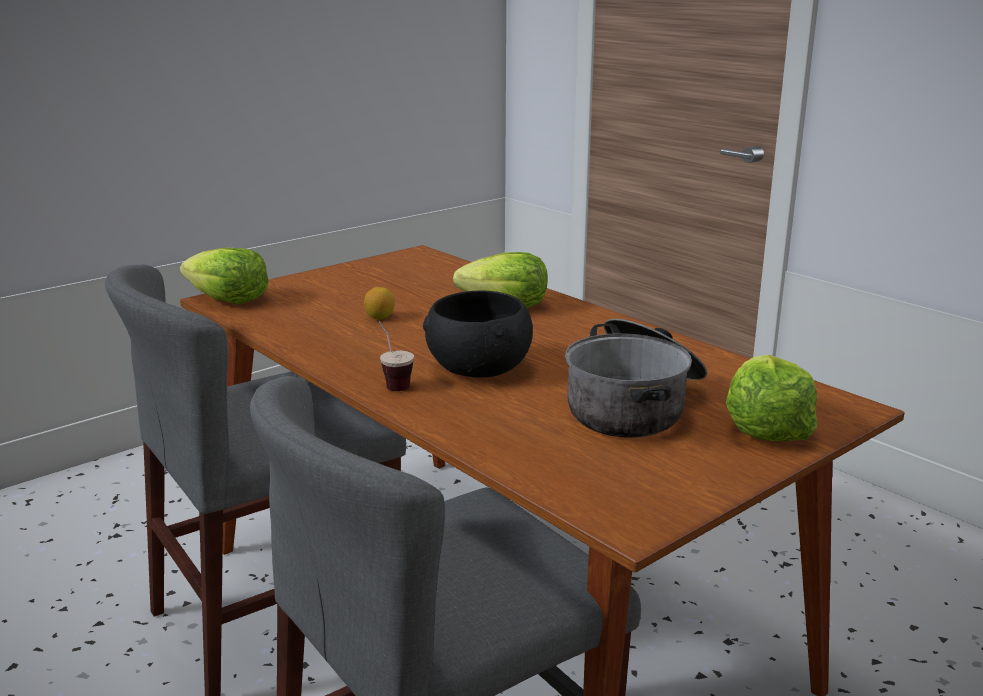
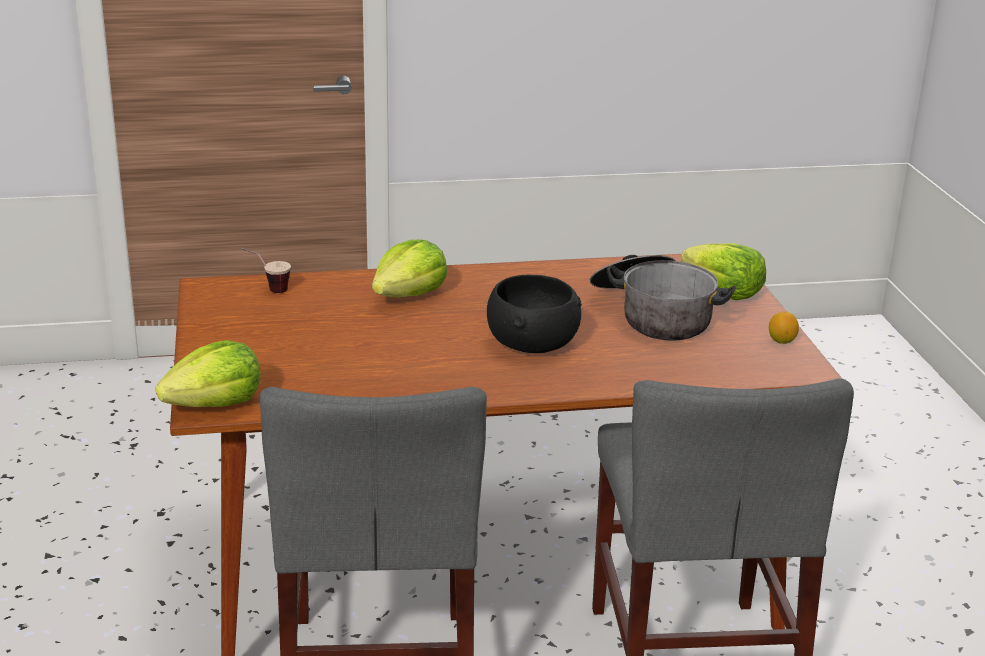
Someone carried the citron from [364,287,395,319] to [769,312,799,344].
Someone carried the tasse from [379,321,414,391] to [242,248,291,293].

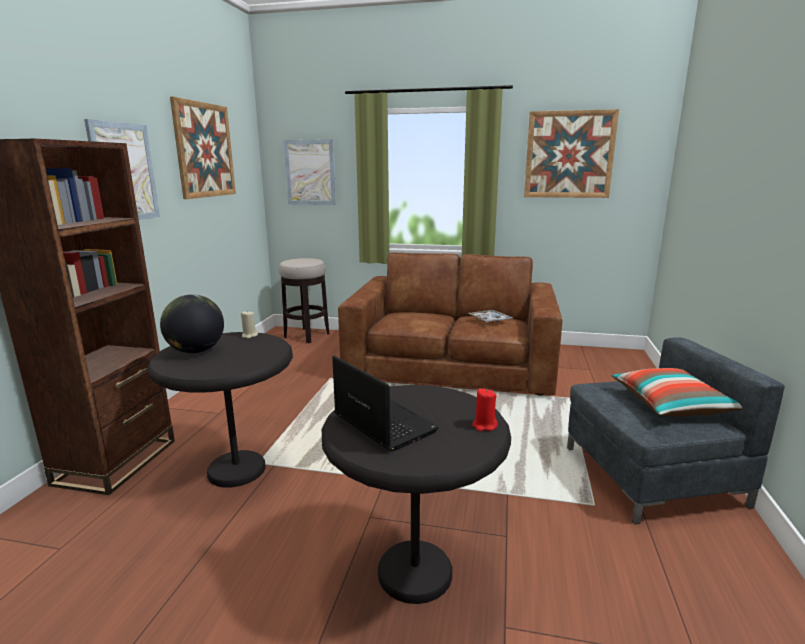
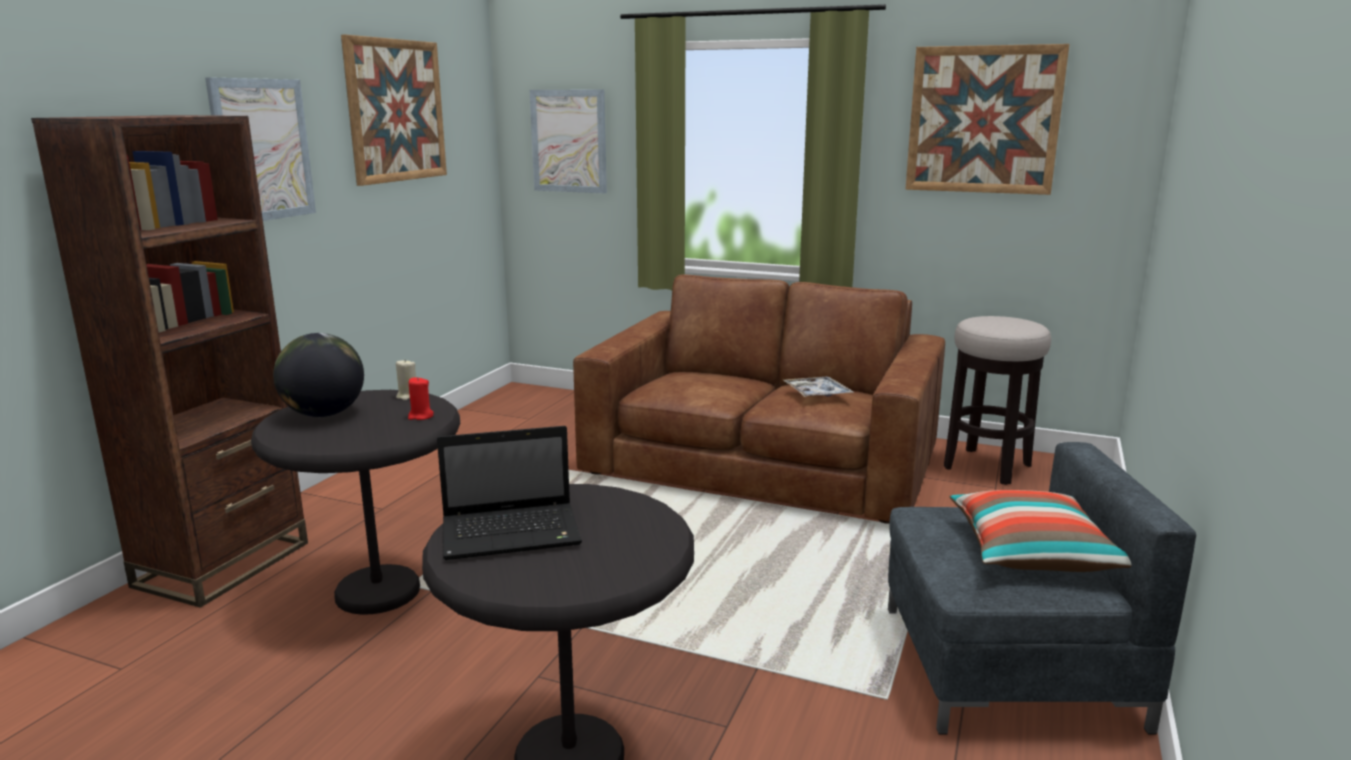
Someone carried the tabouret from [279,258,329,343] to [944,316,1051,485].
Someone rotated the ordinateur portable at [332,356,439,451] by 105 degrees clockwise.
Someone carried the bougie [rouge] from [472,389,498,431] to [408,377,434,420].

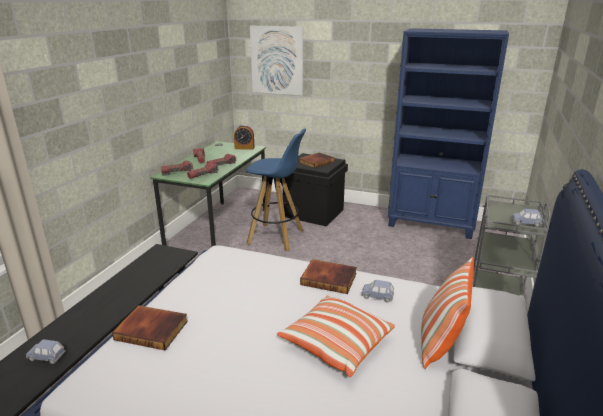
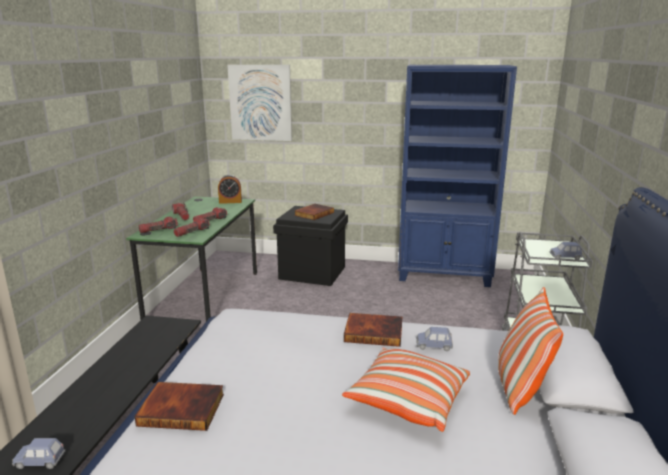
Someone took away the tabouret [bleu] at [246,128,306,251].

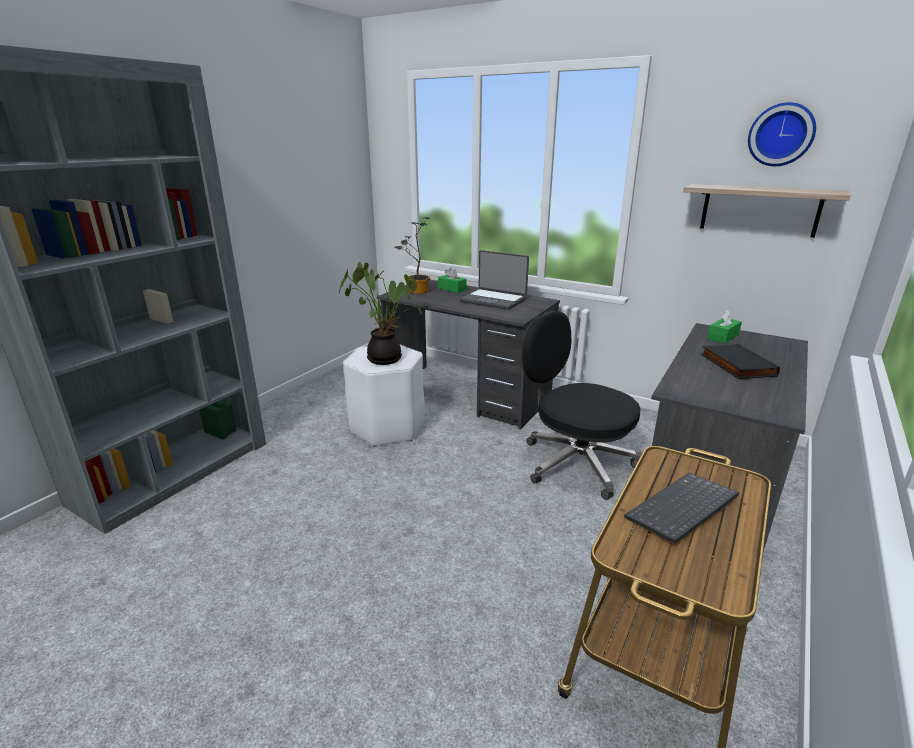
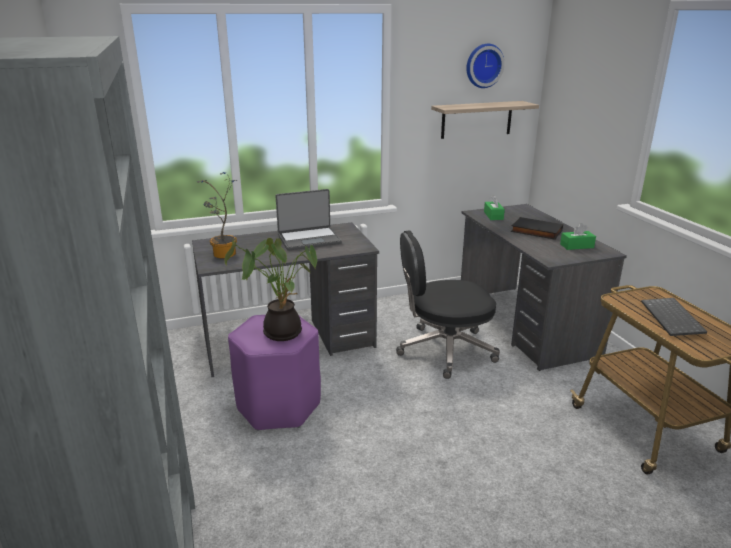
Someone repainted the tabouret [blanc] at [343,344,425,447], which became the tabouret [violet] at [228,315,321,431].
Someone carried the boîte à mouchoirs [vert] from [438,267,467,293] to [560,223,596,250].

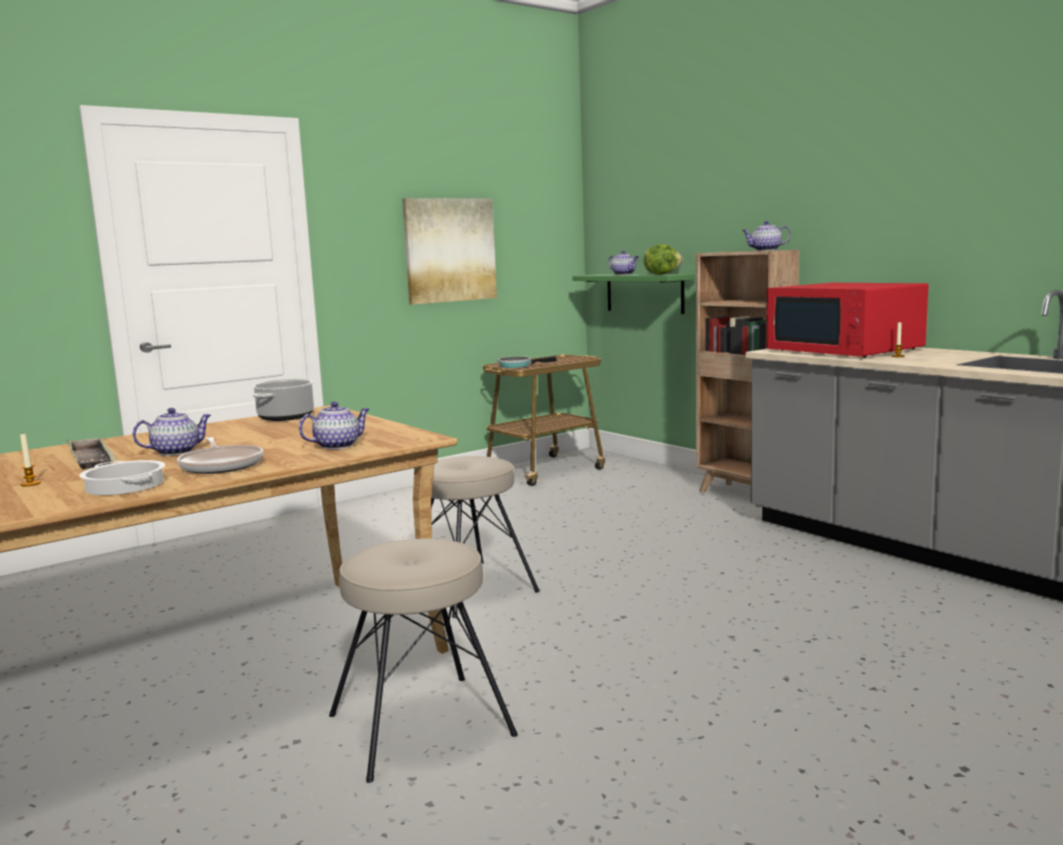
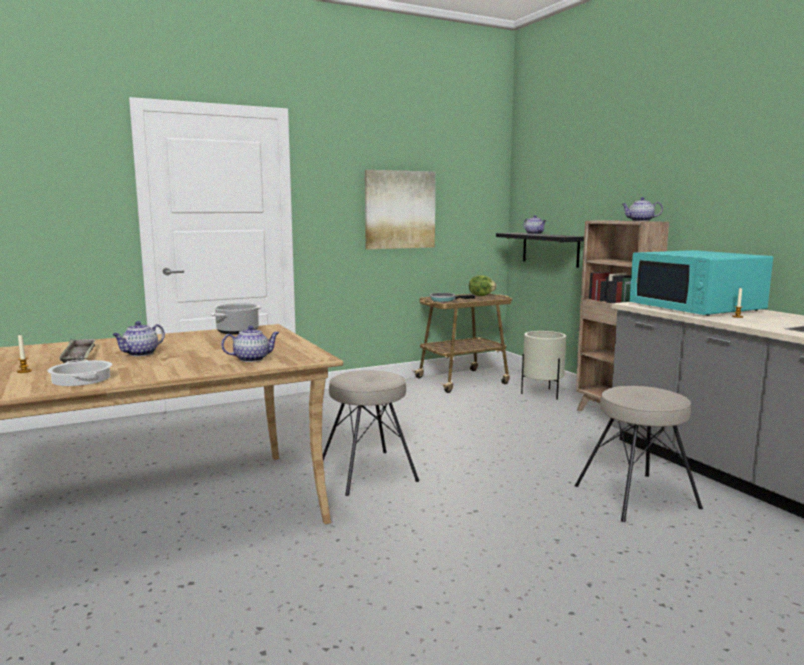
Someone rotated the théière at [133,408,211,456] by 150 degrees clockwise.
Someone took away the poêle at [177,437,263,474].
Someone carried the tabouret [beige] from [329,539,518,783] to [575,386,703,522].
Someone repainted the étagère [vert] at [572,274,695,314], which became the étagère [noir] at [496,233,584,268].
Someone carried the laitue from [643,244,683,275] to [469,275,497,296].
Someone repainted the micro-ondes [rouge] at [766,283,929,358], which became the micro-ondes [turquoise] at [630,250,773,316].
Someone put down the cache-pot [beige] at [521,331,566,400].

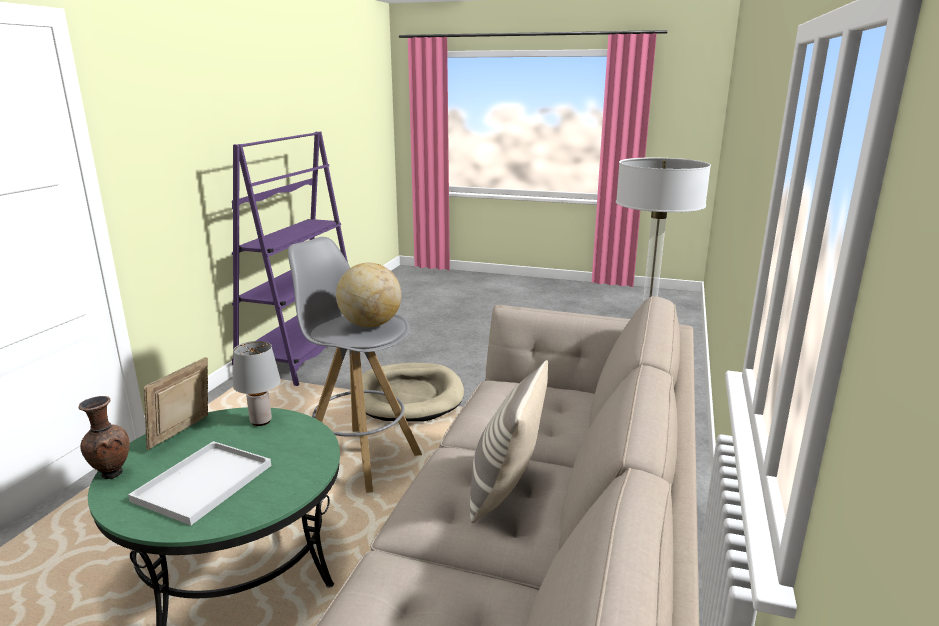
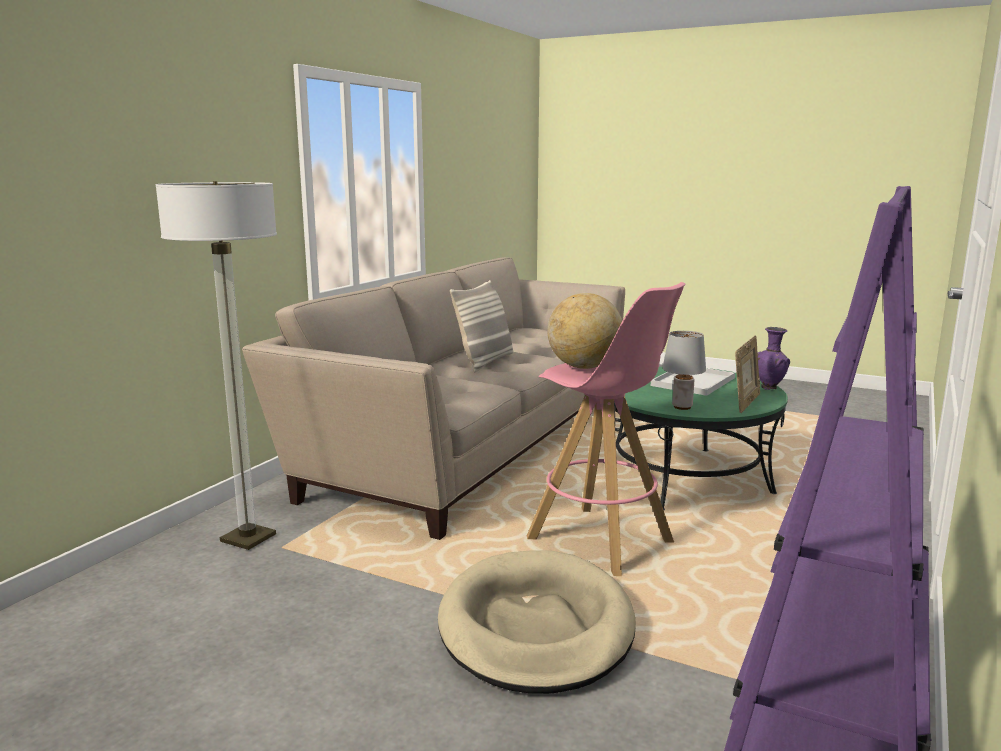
Someone repainted the vase [marron] at [78,396,130,479], which became the vase [violet] at [758,327,790,390].
Someone repainted the tabouret [gris] at [288,237,422,493], which became the tabouret [rose] at [527,282,686,576].

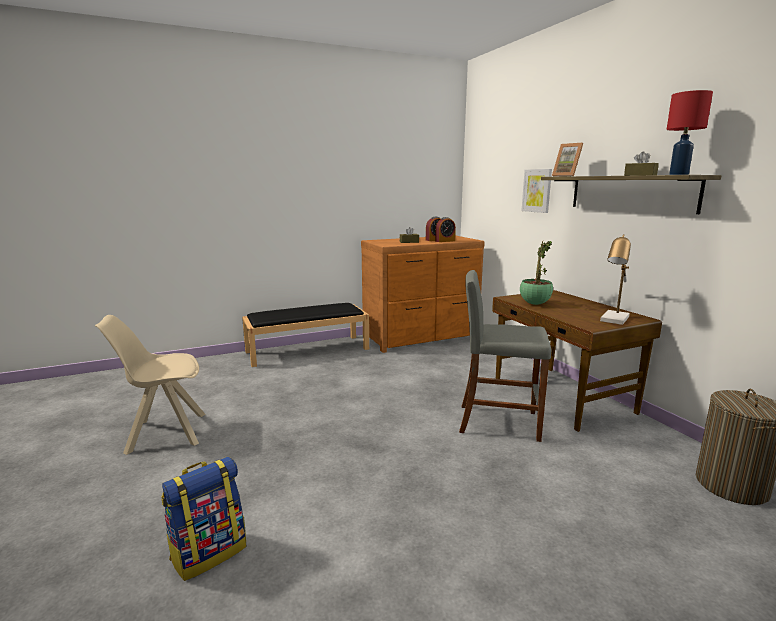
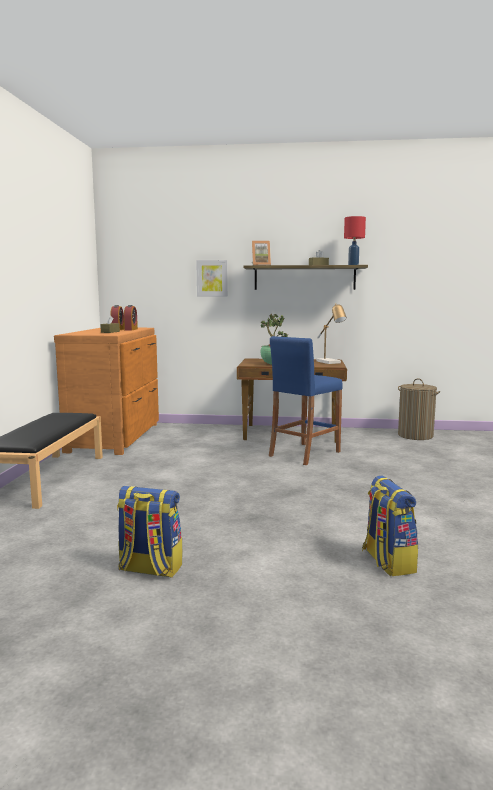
Someone swapped the chaise [beige] at [95,315,206,455] for the sac à dos at [117,486,182,578].
Someone repainted the tabouret [gris] at [459,270,551,442], which became the tabouret [bleu] at [269,336,343,465].

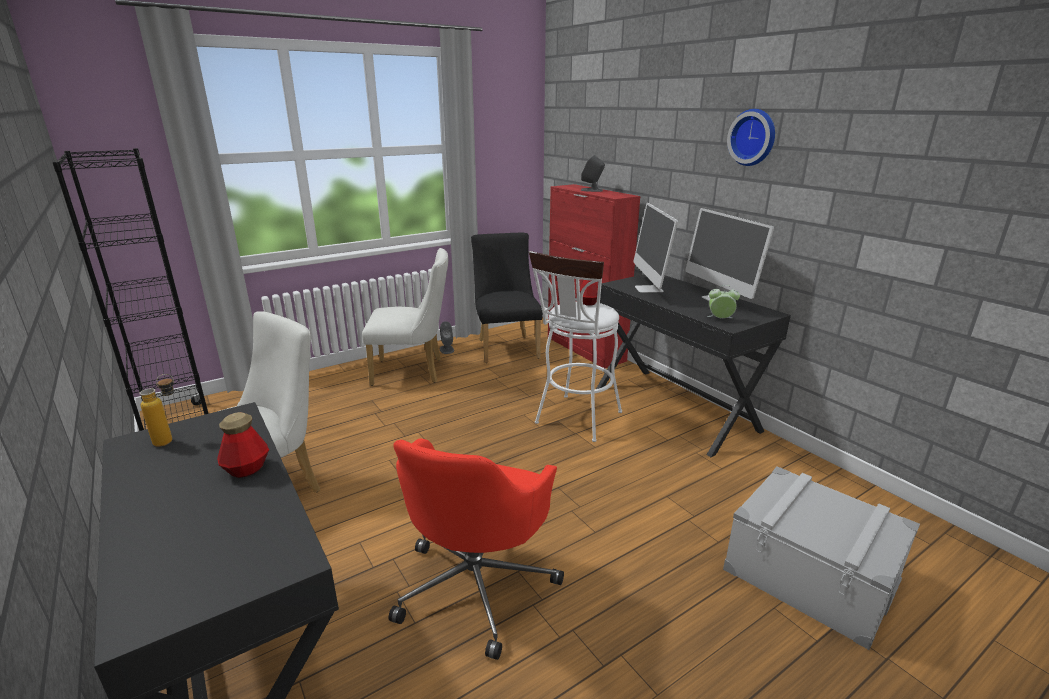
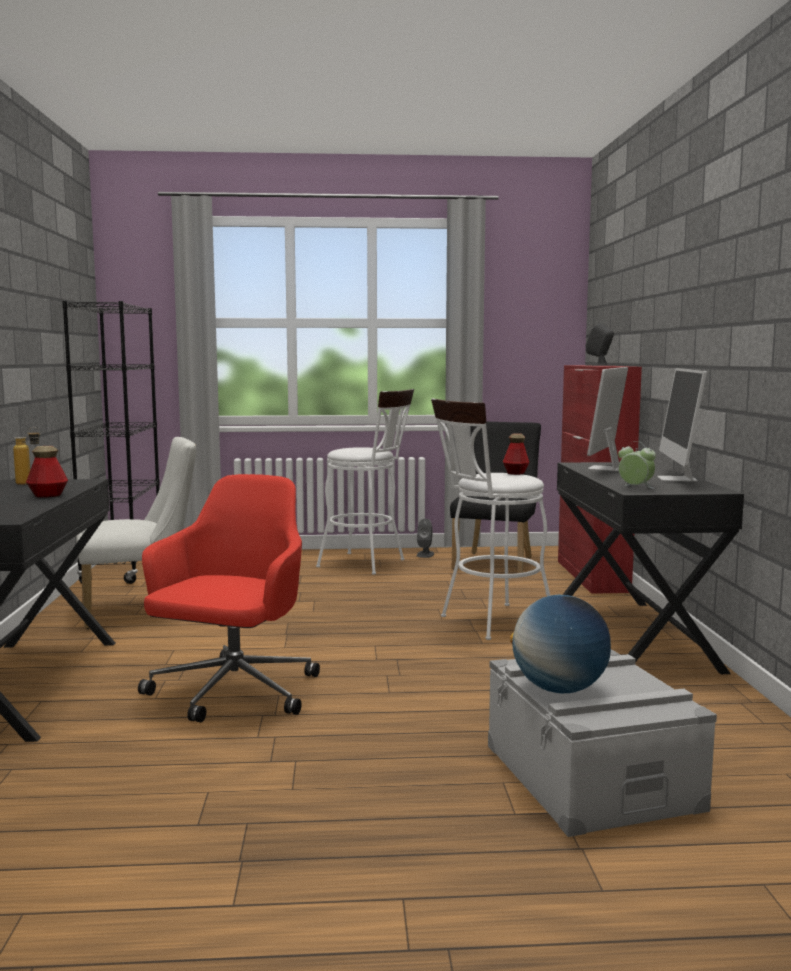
Someone swapped the chaise [blanc] at [362,248,448,386] for the tabouret [blanc] at [316,389,414,575].
Someone rotated the chaise de bureau [rouge] at [389,438,564,660] by 150 degrees clockwise.
Someone took away the horloge murale at [727,109,775,166].
Someone put down the globe at [510,595,611,693].

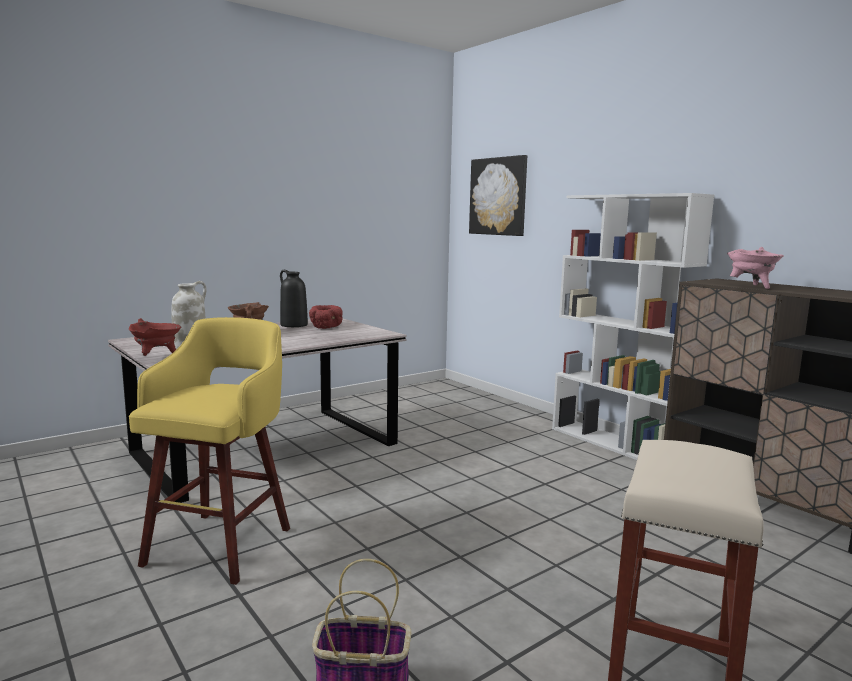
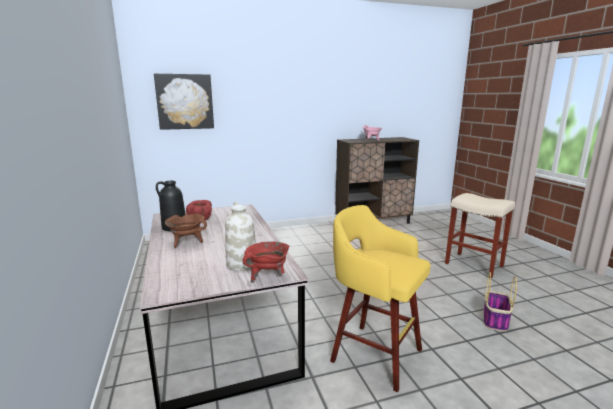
Someone took away the bibliothèque [blanc] at [552,193,714,460].

